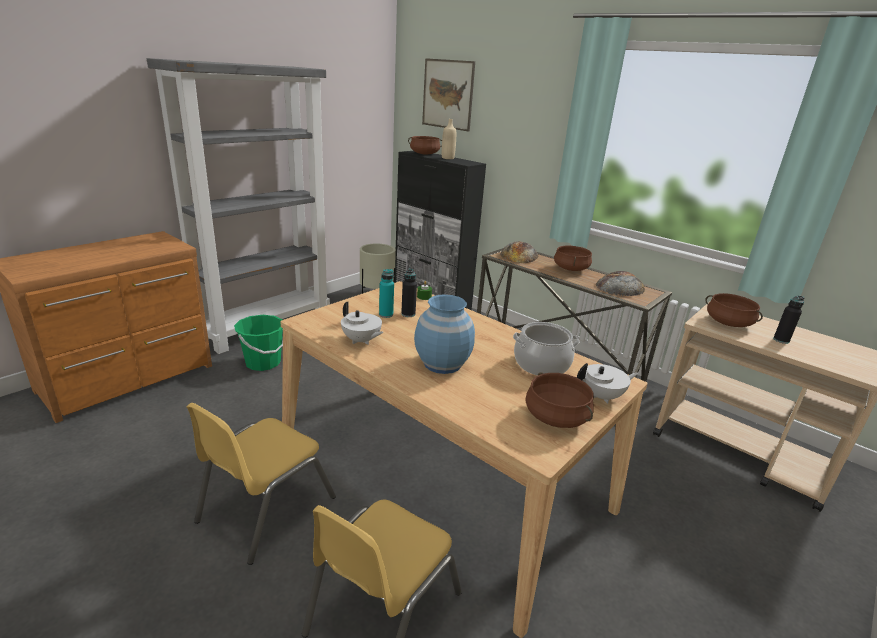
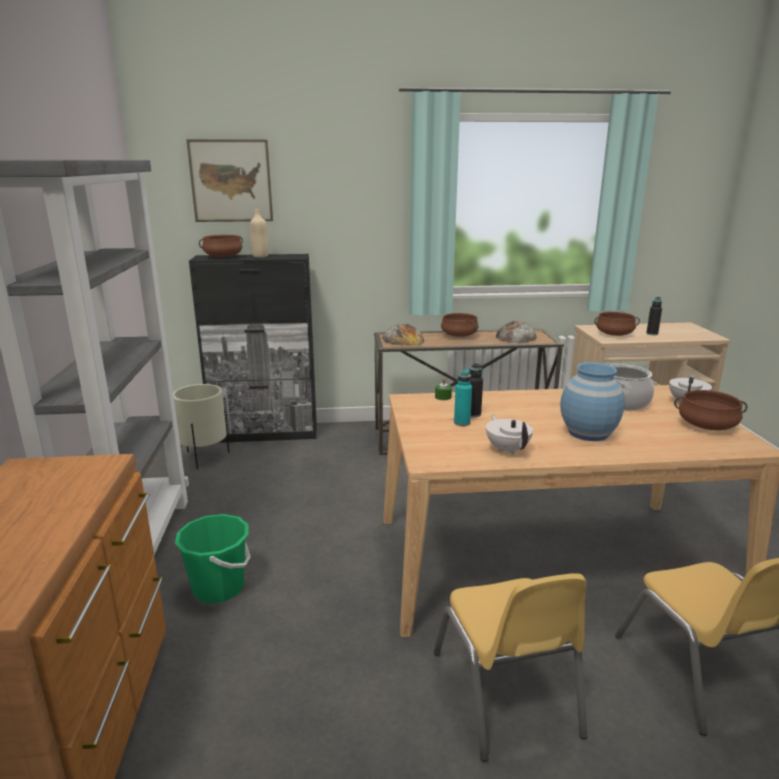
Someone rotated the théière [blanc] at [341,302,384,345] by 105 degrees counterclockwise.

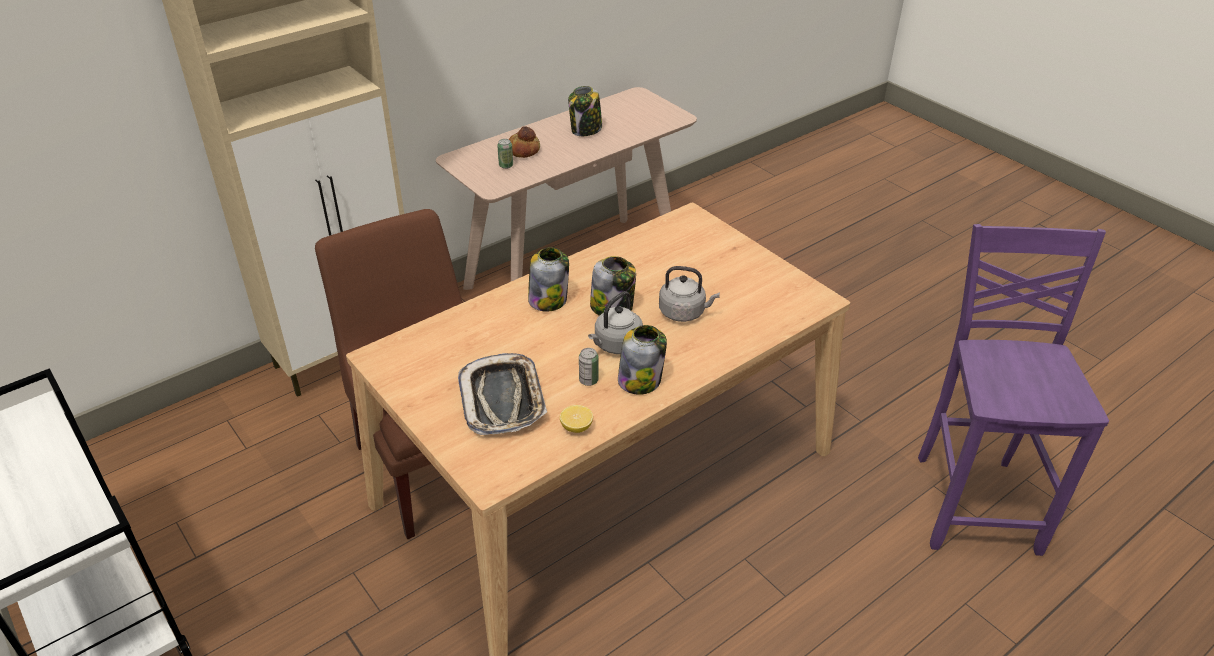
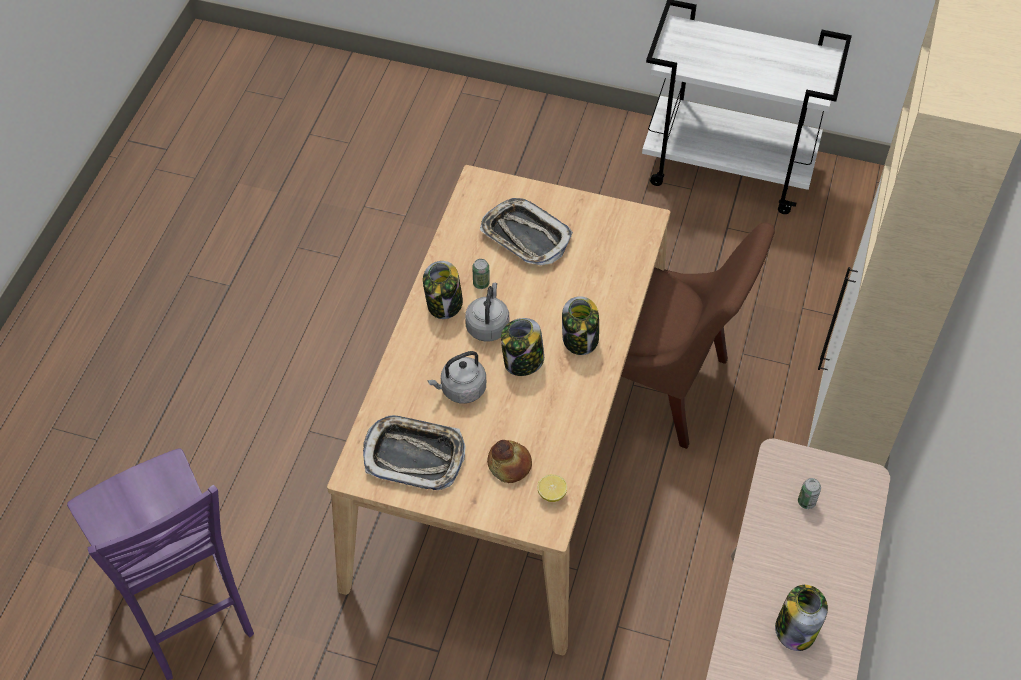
Someone carried the pain from [509,126,540,158] to [487,440,532,483].
Someone carried the citron from [560,405,593,433] to [537,474,567,502].
Someone put down the plateau at [363,415,466,490].

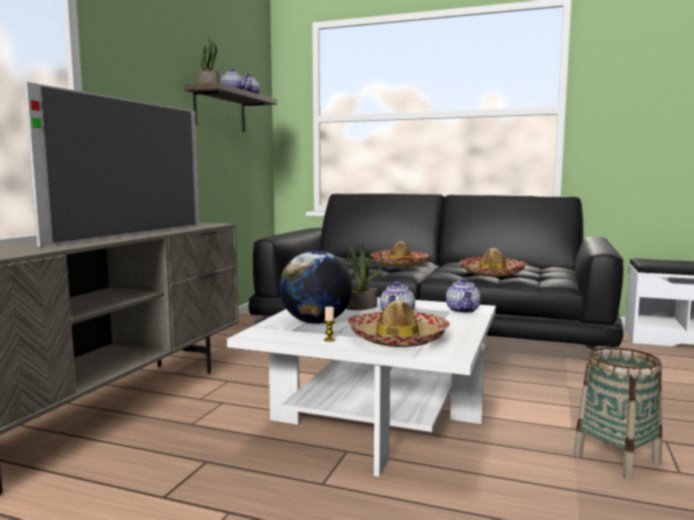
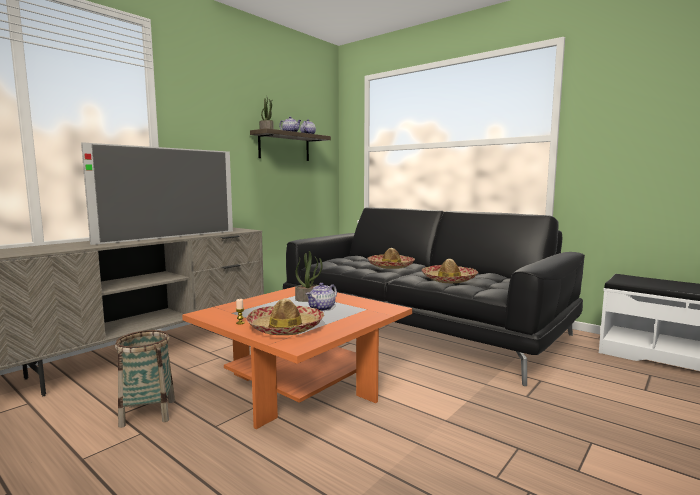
Someone repainted the table basse [blanc] at [227,297,496,477], which became the table basse [orange] at [182,285,412,429].
Someone took away the globe at [279,251,353,324].
Someone took away the théière at [446,278,481,313].
Someone carried the panier from [573,347,662,479] to [115,330,175,428].

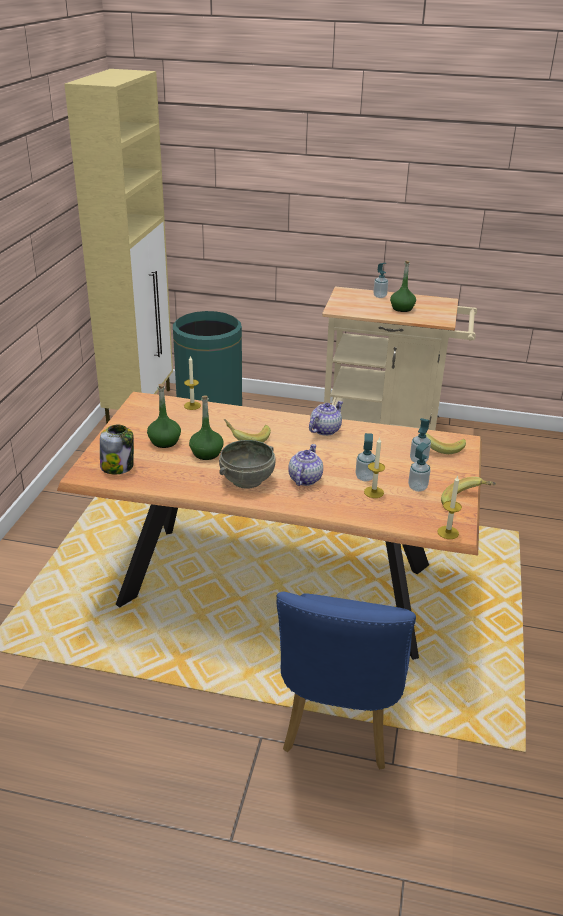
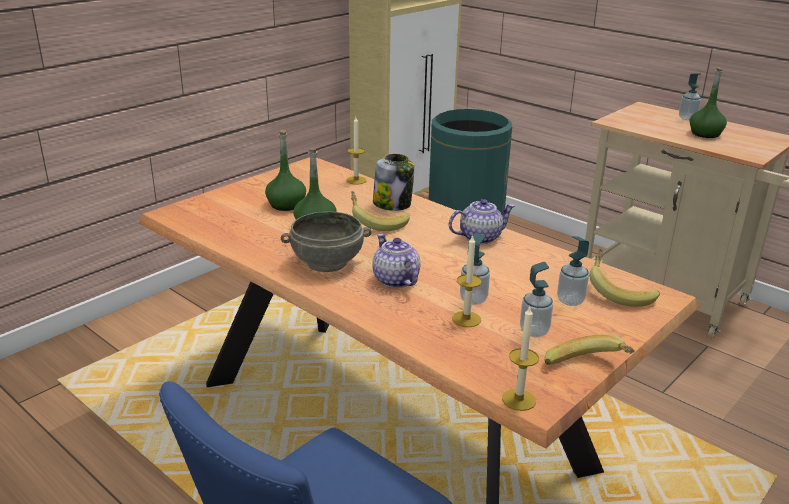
Someone carried the bocal from [100,425,134,474] to [373,154,414,211].
Someone rotated the théière at [288,444,323,486] by 75 degrees counterclockwise.

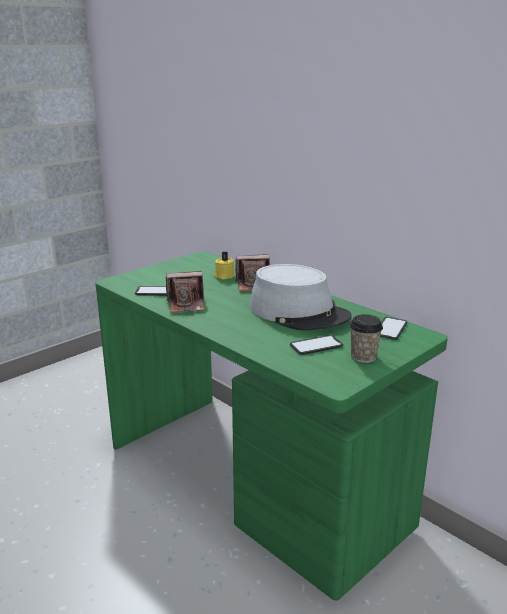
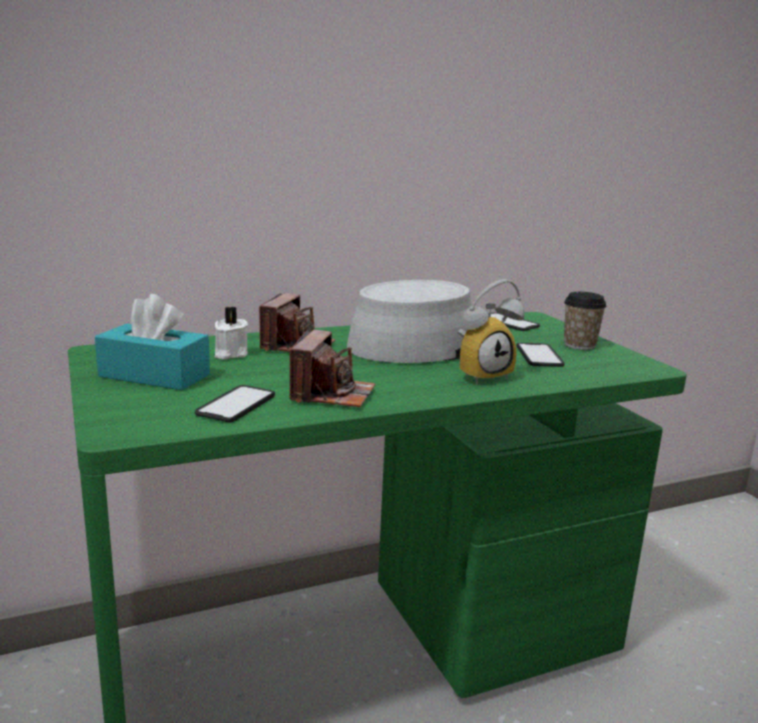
Someone repainted the bougie [jaune] at [214,251,235,280], which became the bougie [blanc] at [215,307,249,360].
Someone put down the boîte à mouchoirs [turquoise] at [95,294,210,390].
Someone put down the réveil at [458,279,525,385].

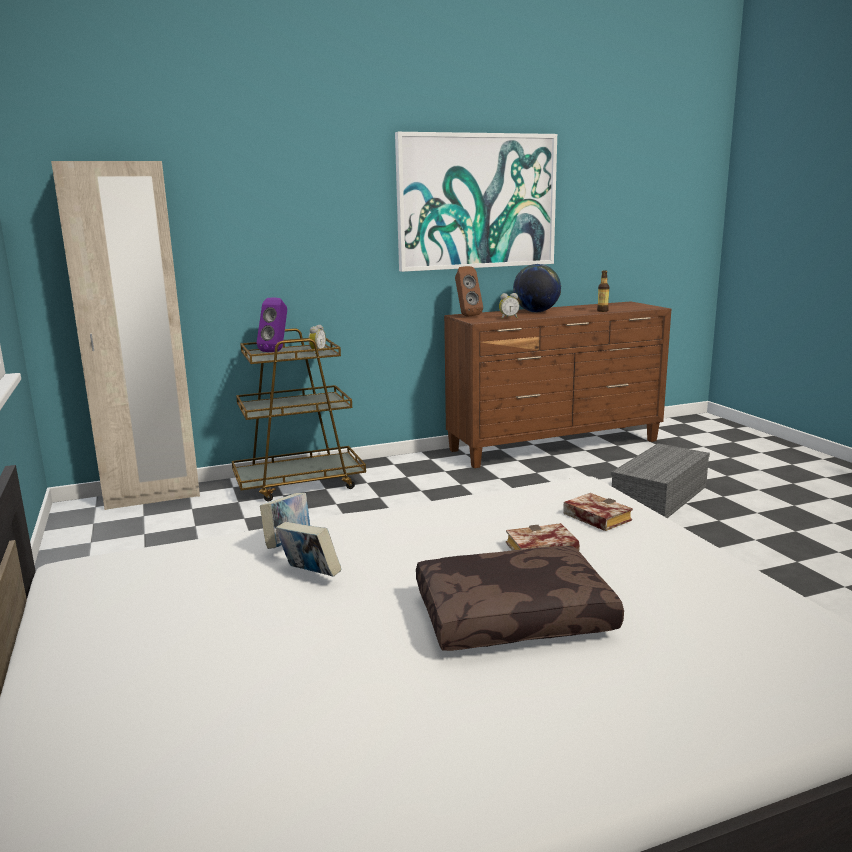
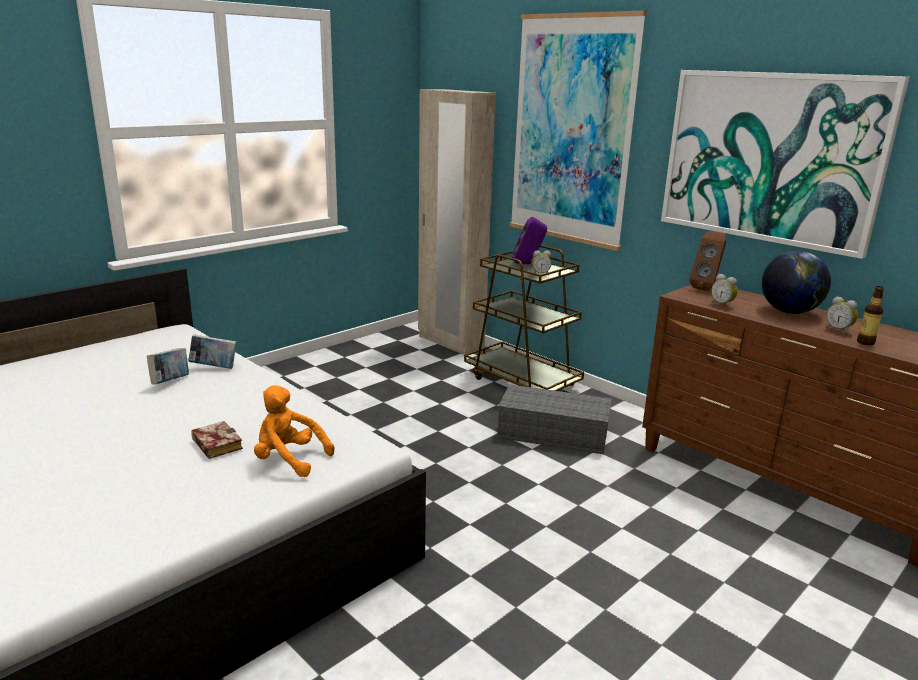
Someone took away the coussin [marron] at [416,546,624,651].
Someone swapped the livre at [563,493,633,531] for the peluche [orange] at [254,385,334,477].
Someone carried the boîte de rangement [gris] from [611,443,710,518] to [497,384,612,454].
Someone put up the tableau at [510,11,647,251].
Someone put down the réveil at [826,296,858,334].

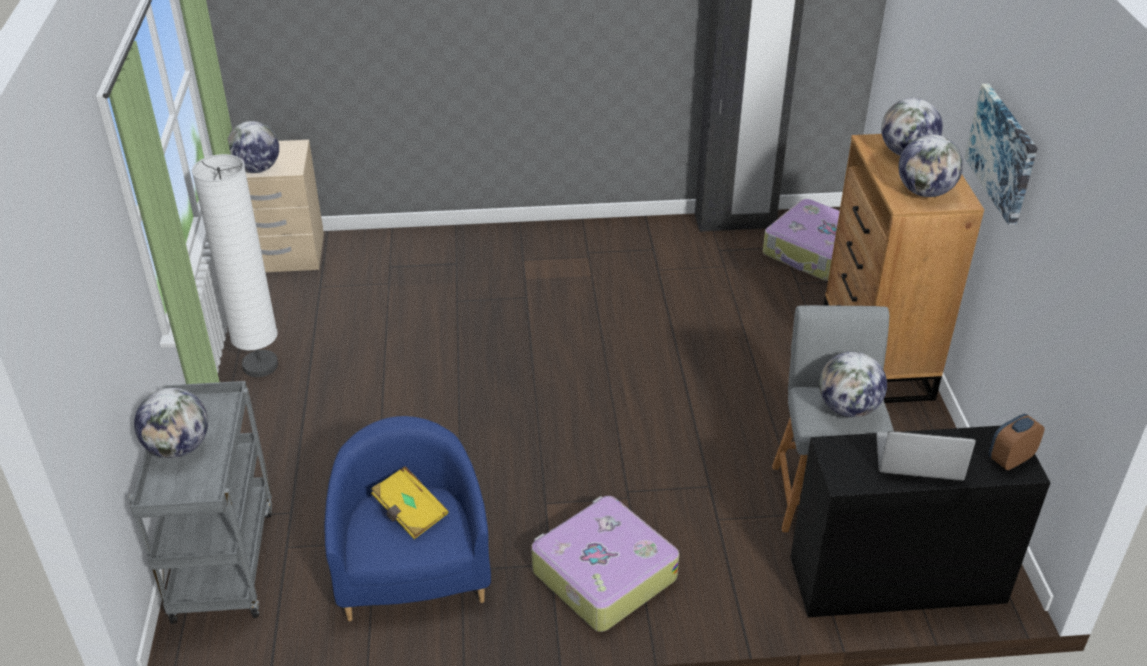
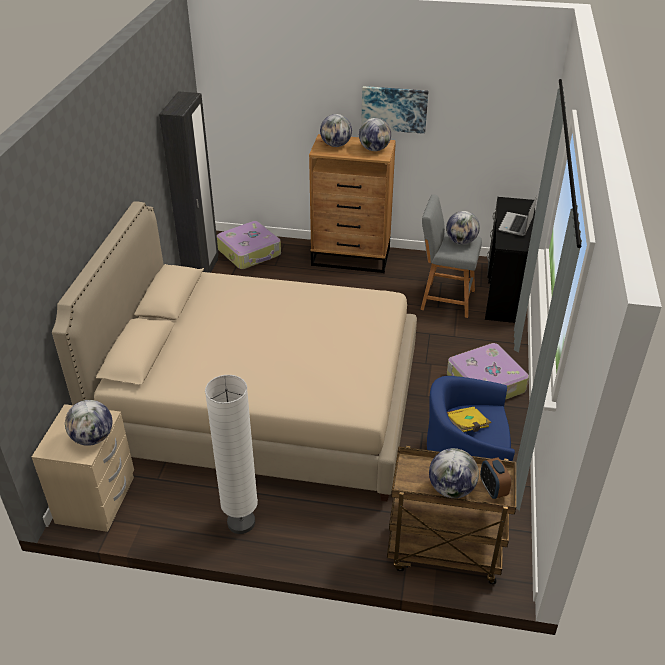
Someone repainted the chariot [gris] at [128,381,272,624], which became the chariot [marron] at [387,446,516,584].
Someone carried the réveil from [989,414,1045,470] to [480,457,511,499].
Someone put down the lit [beige] at [52,201,417,501].

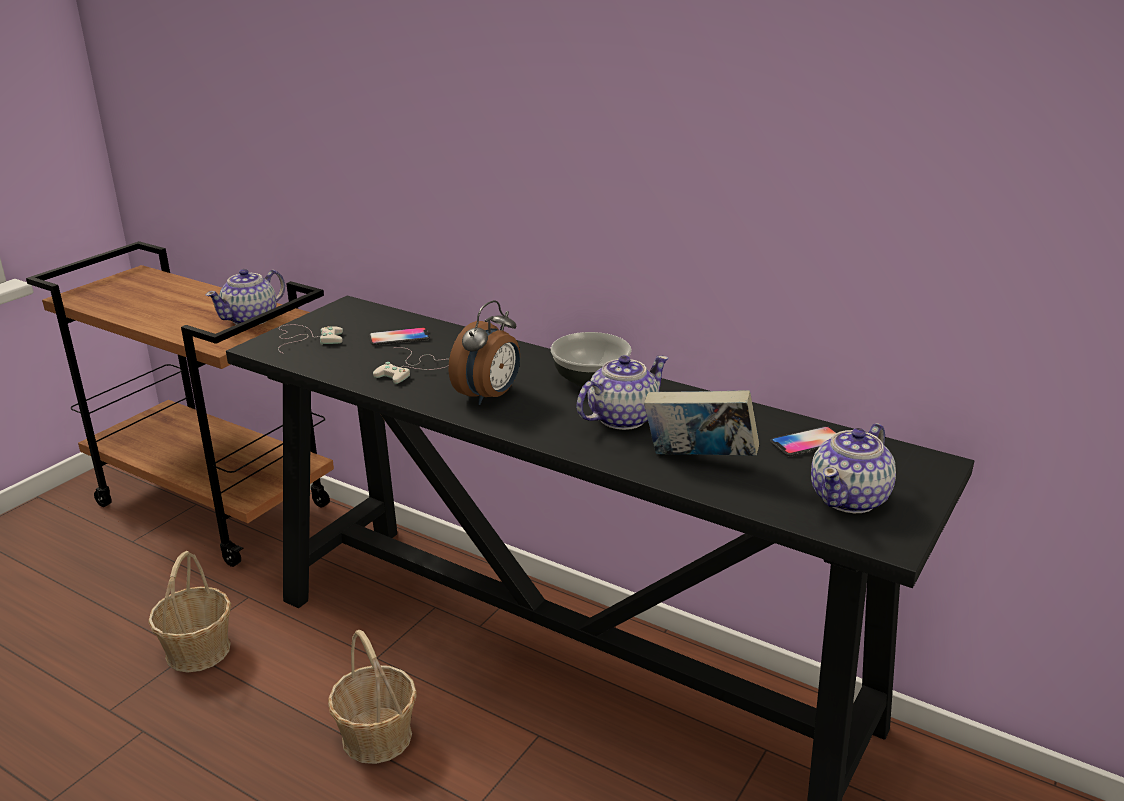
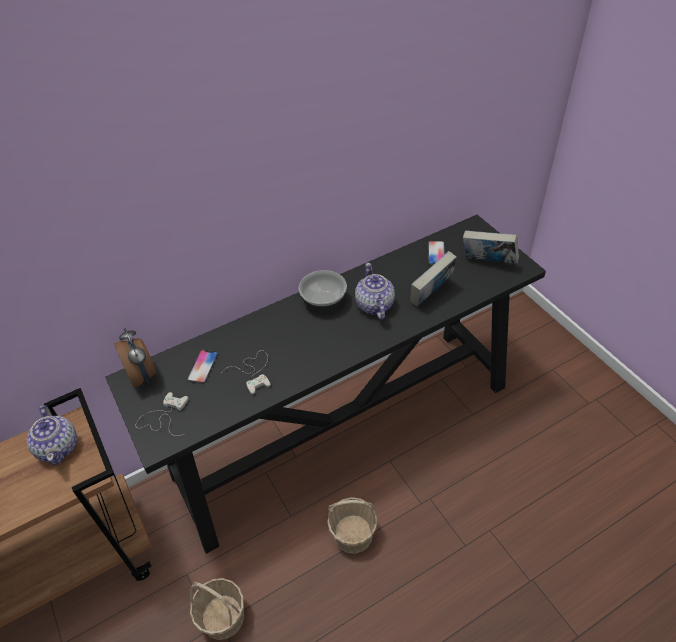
Someone carried the réveil from [449,300,520,405] to [114,328,156,388].
Someone swapped the théière at [811,423,896,513] for the livre at [463,230,519,264].

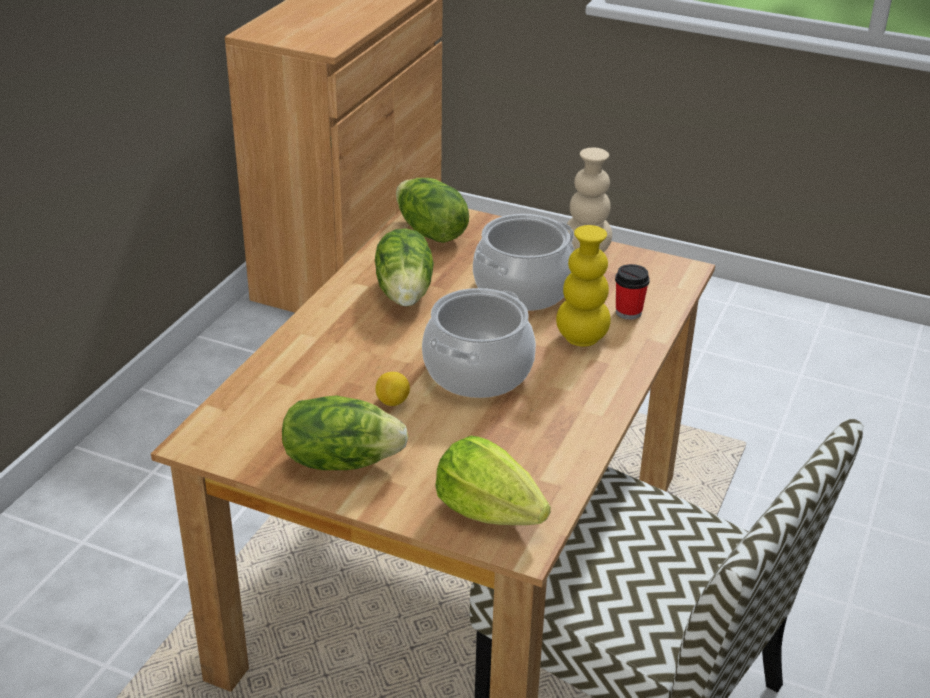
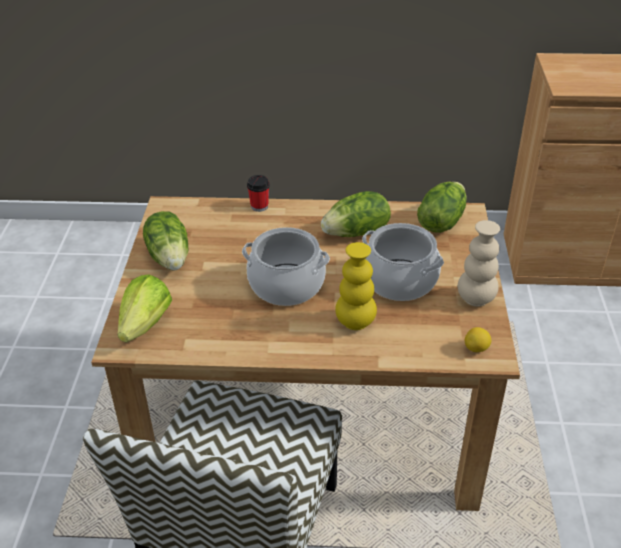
Someone carried the citron from [376,372,410,406] to [465,327,491,352].
Someone carried the tasse from [615,264,650,320] to [247,175,270,212].

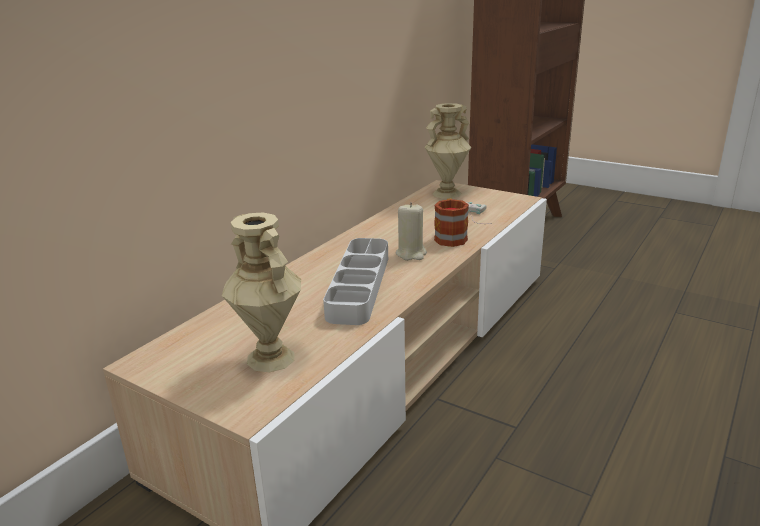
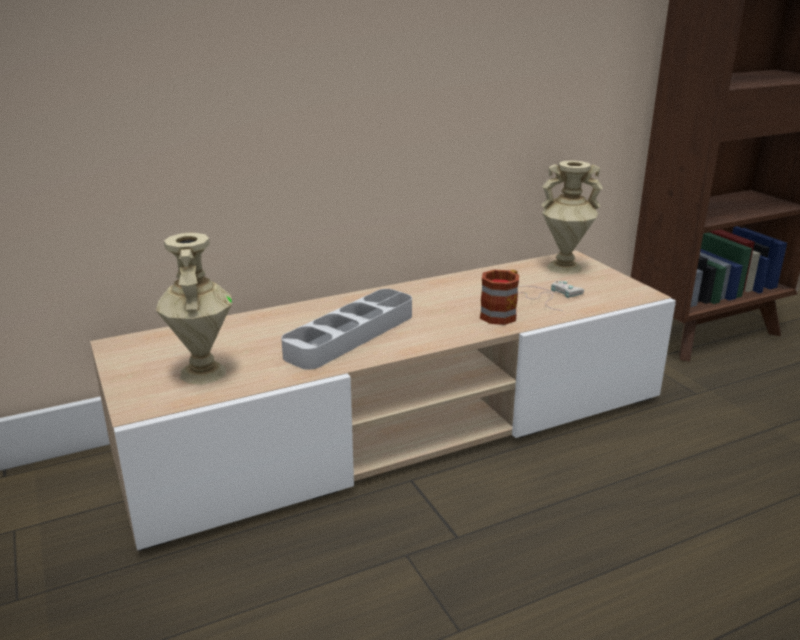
Someone took away the bougie [beige] at [396,202,427,260].

